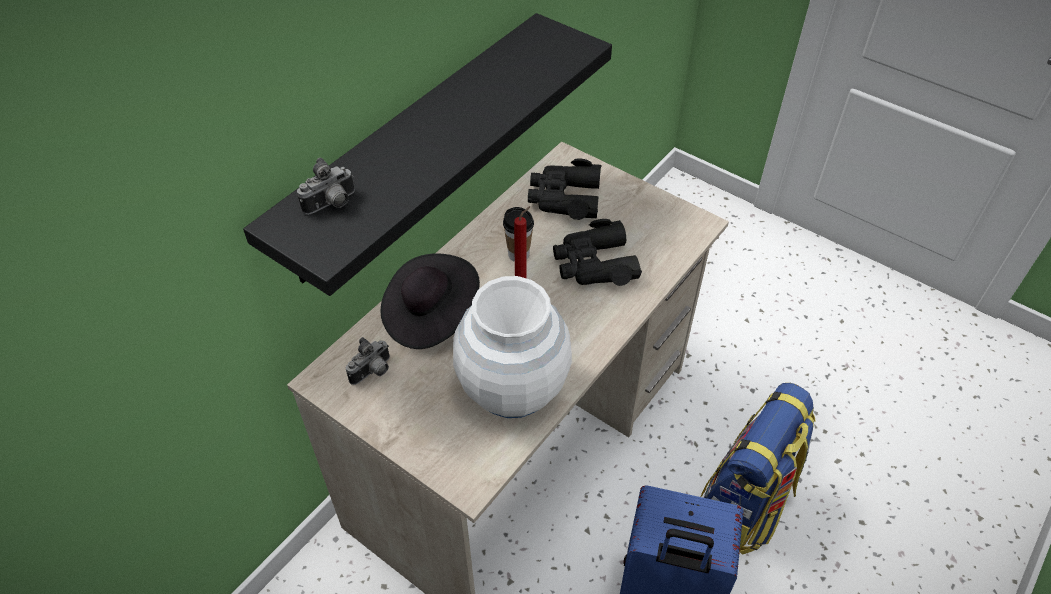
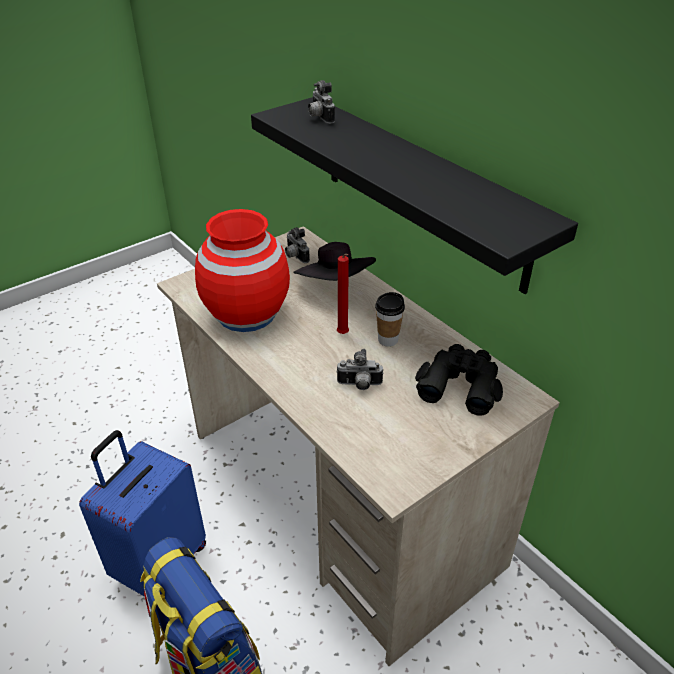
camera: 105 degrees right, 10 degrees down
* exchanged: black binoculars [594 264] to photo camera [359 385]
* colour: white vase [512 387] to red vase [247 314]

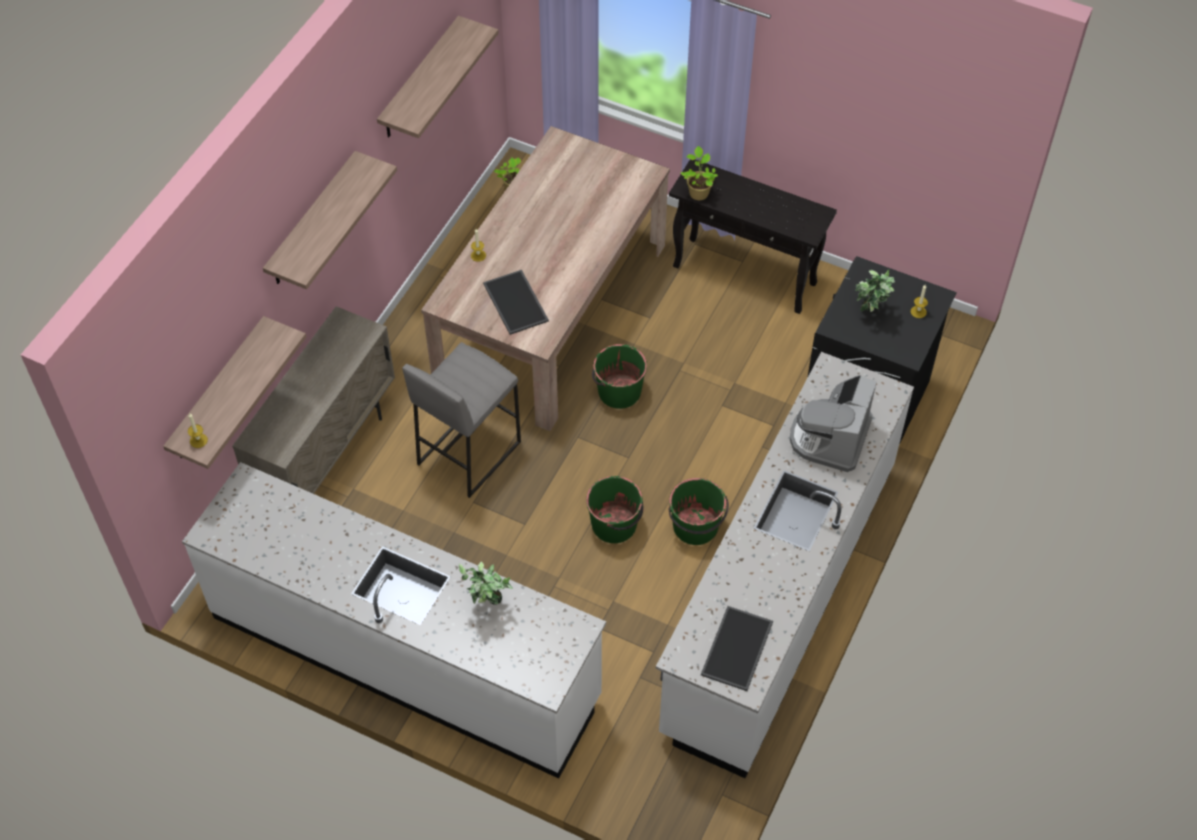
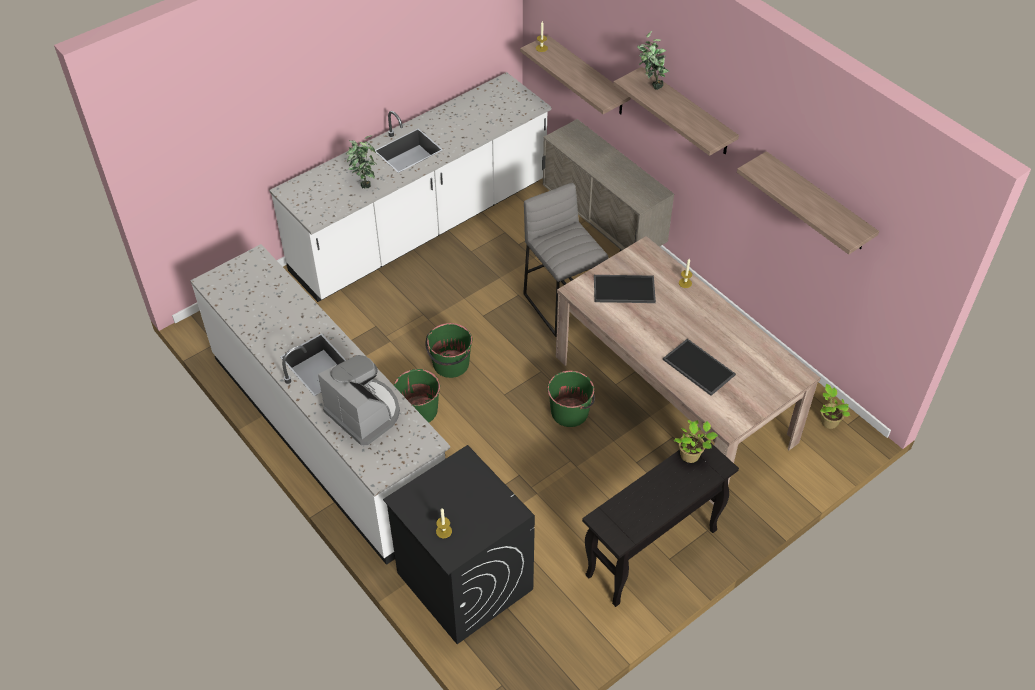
camera: 115 degrees right, 5 degrees down
* relocated: potted plant [870 313] to [650 86]
* relocated: tray [738 649] to [697 367]

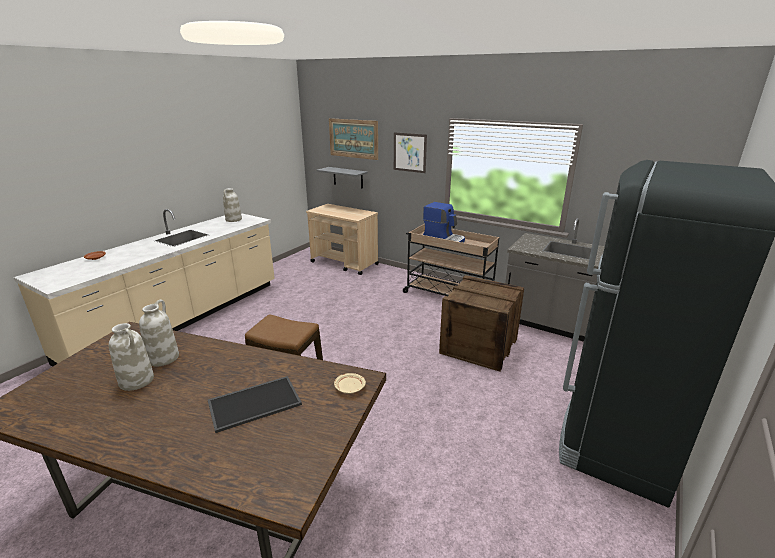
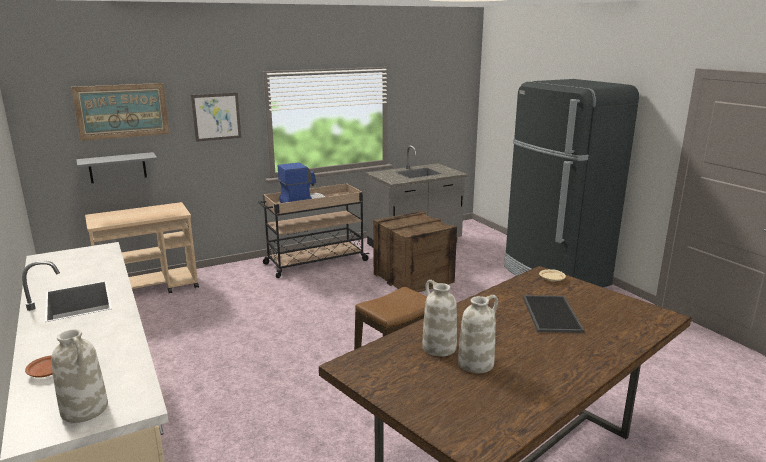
camera: 60 degrees left, 5 degrees down
* relocated: white vase [233 220] to [85 409]

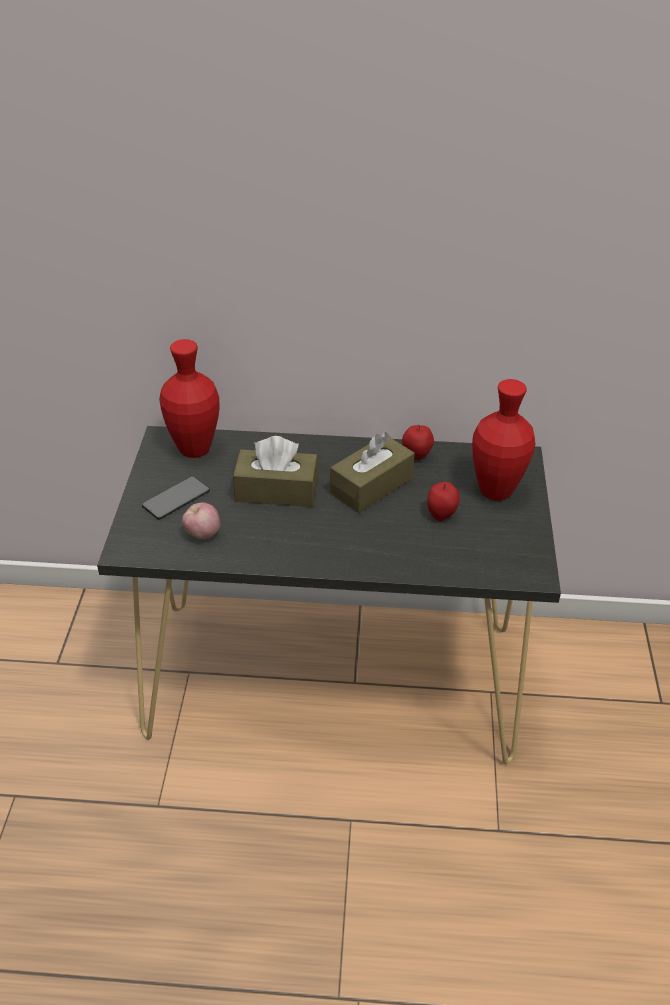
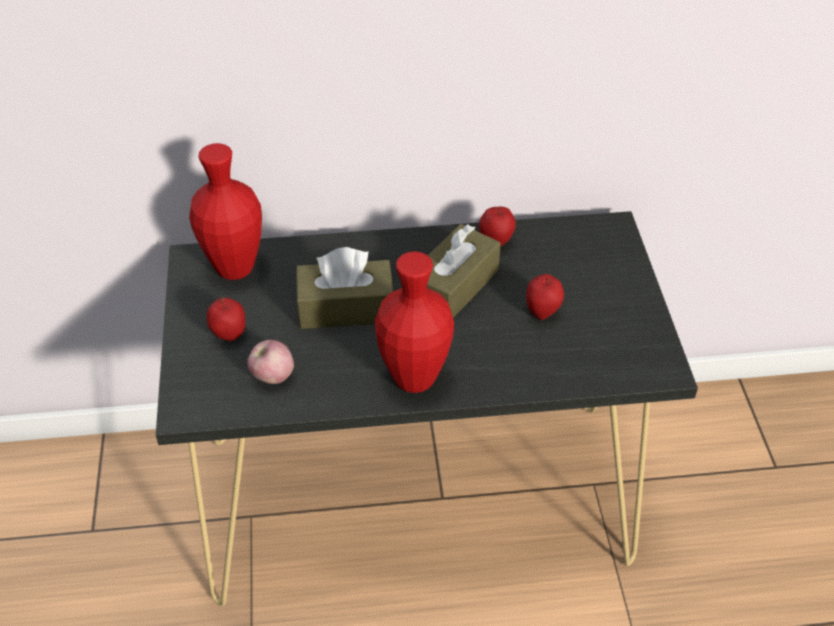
camera: 10 degrees left, 5 degrees up
* relocated: red vase [495 491] to [414 379]
* exchanged: phone [176 499] to apple [229 335]

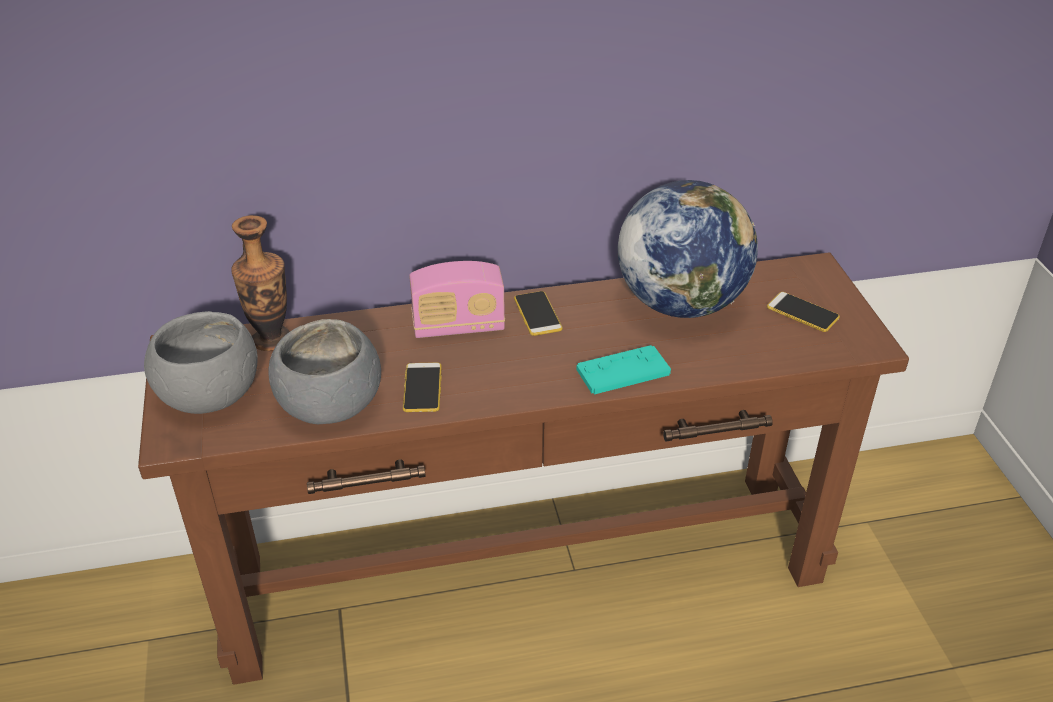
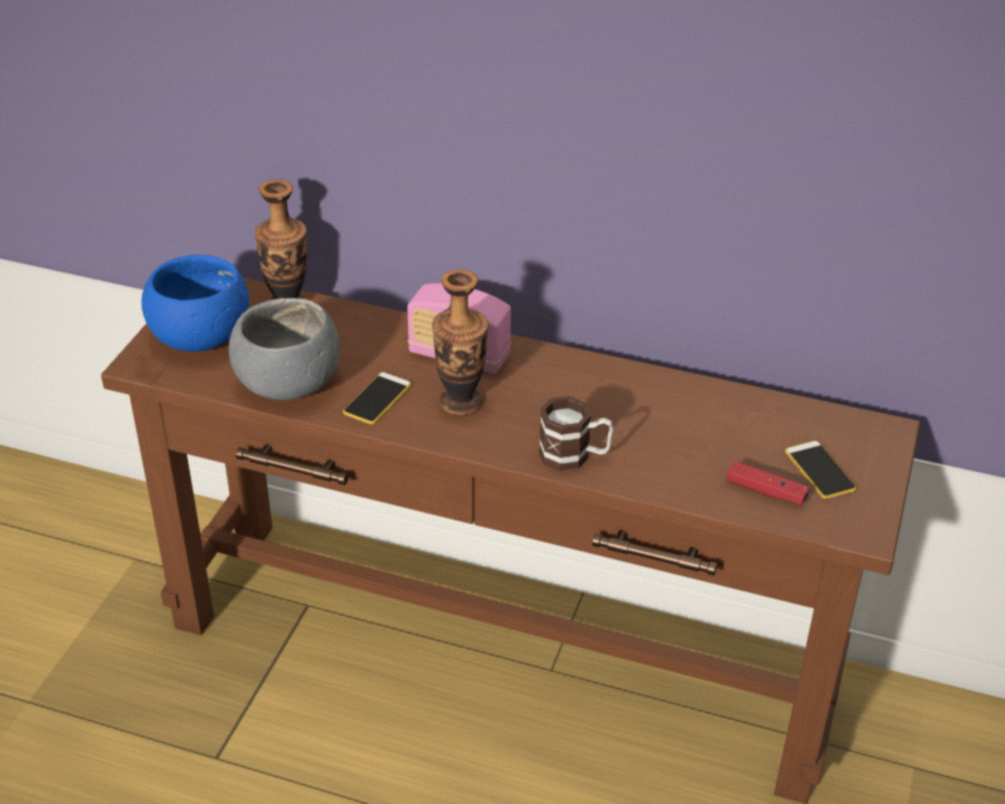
camera: 30 degrees right, 0 degrees up
* missing: globe [680 303]
* missing: phone [537 314]
* colour: grey bowl [209 394] to blue bowl [200 336]
* exchanged: turquoise game controller [623 371] to mug [574 456]
* appeared: vase [461 402]
* appeared: red game controller [766 491]

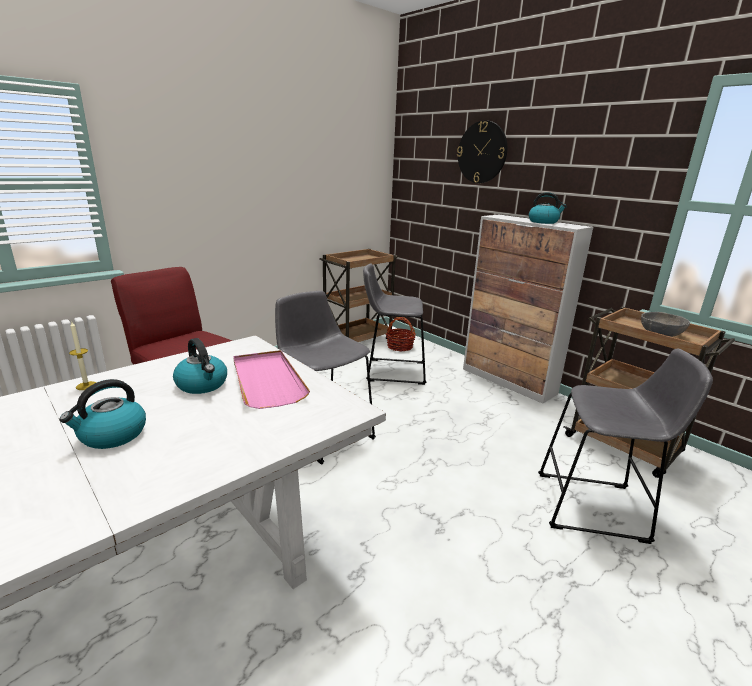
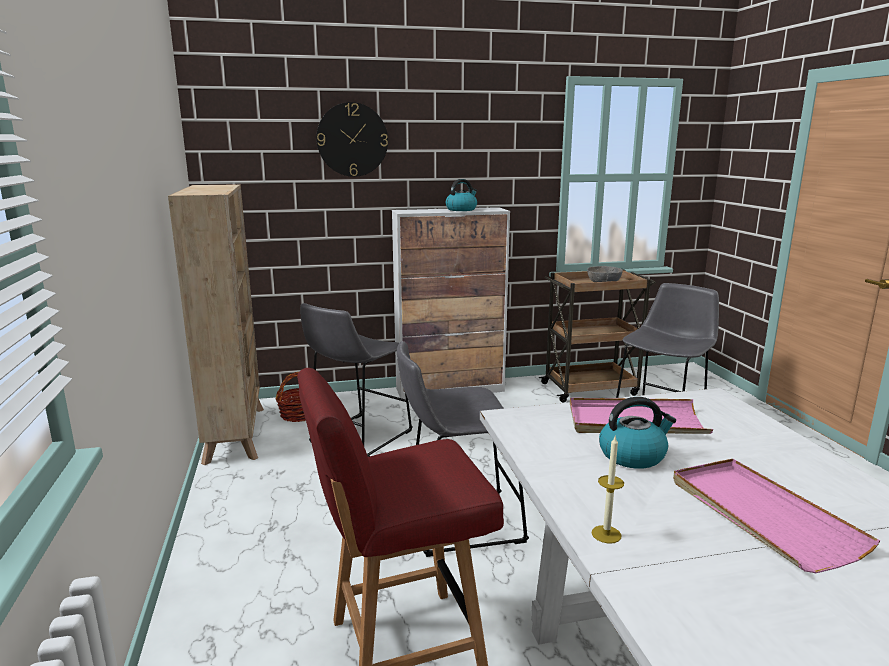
camera: 60 degrees left, 5 degrees down
* exchanged: brown cart [357 339] to beige bookcase [235 434]
* exchanged: kettle [112 435] to pink tray [761 516]

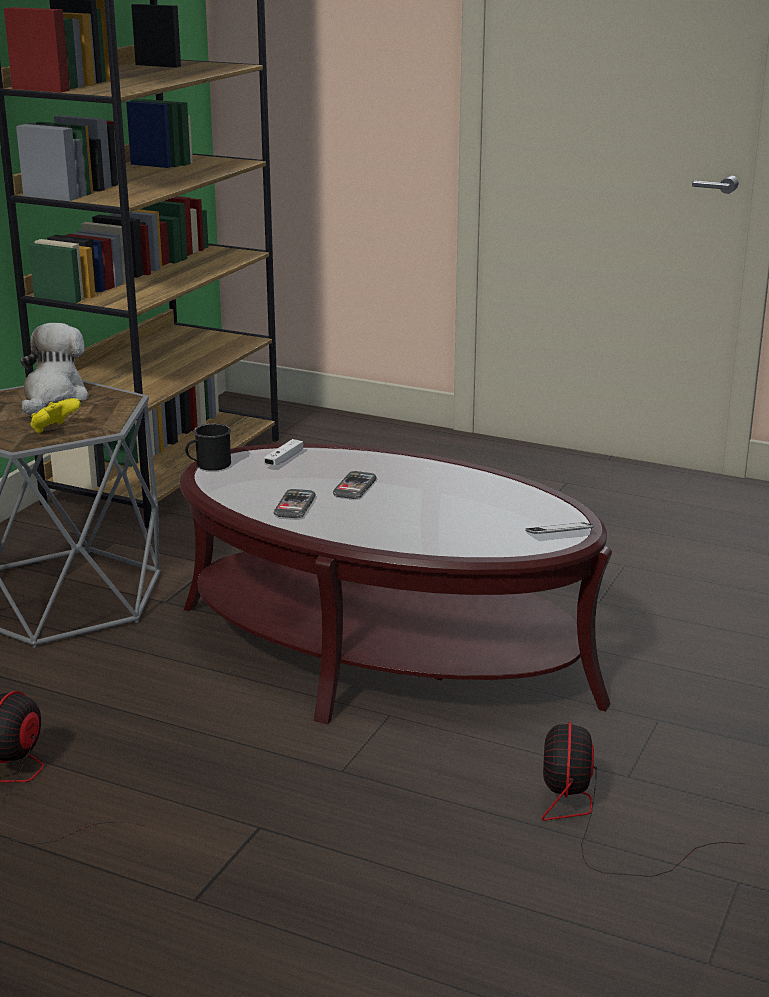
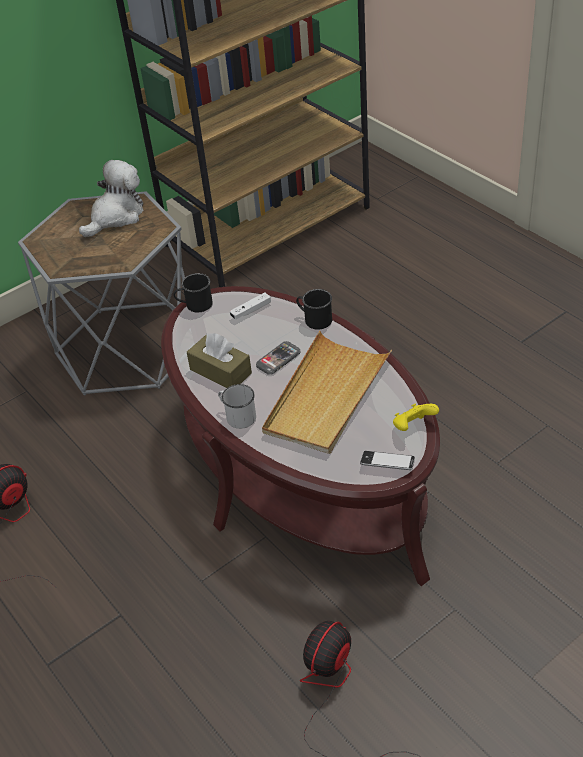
camera: 30 degrees right, 20 degrees up
* relocated: yellow game controller [54 430] to [413 427]
* exchanged: phone [294 506] to brown tissue box [220 371]
* appeared: black mug [314 319]
* appeared: beige tray [326 396]
* appeared: white mug [237 416]

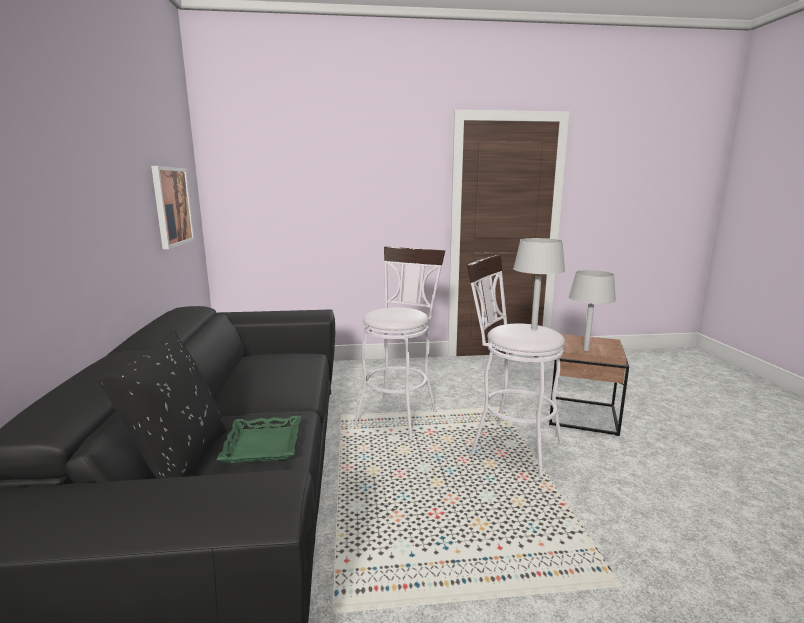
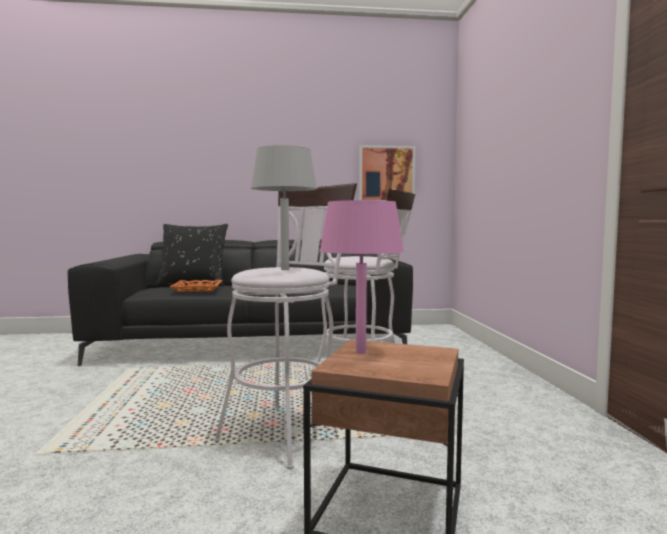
camera: 90 degrees right, 10 degrees down
* colour: grey table lamp [586 349] to pink table lamp [361 352]
* colour: green tray [262 445] to orange tray [197 289]

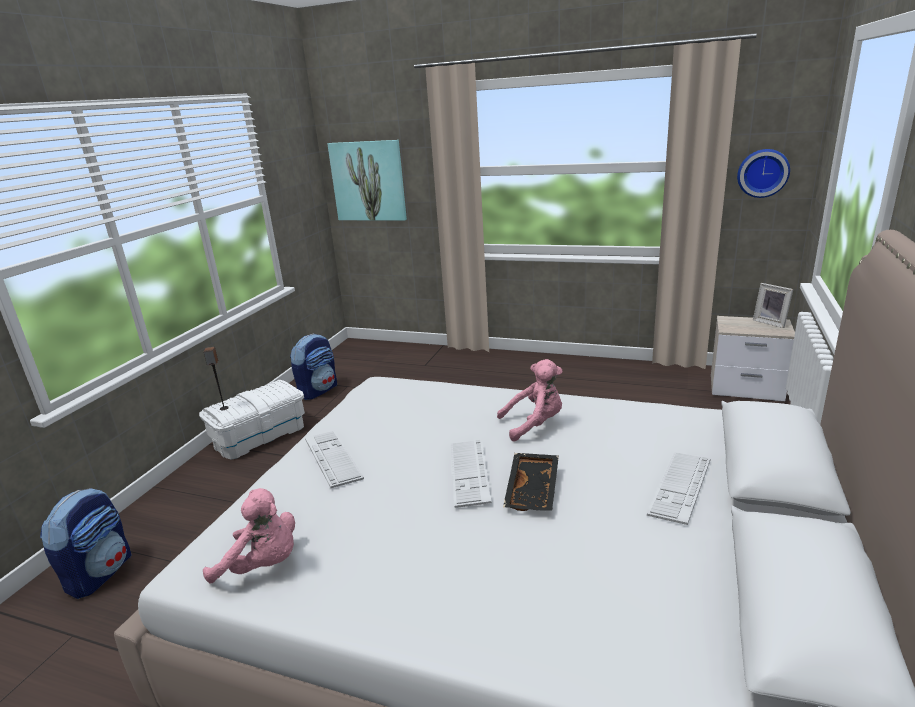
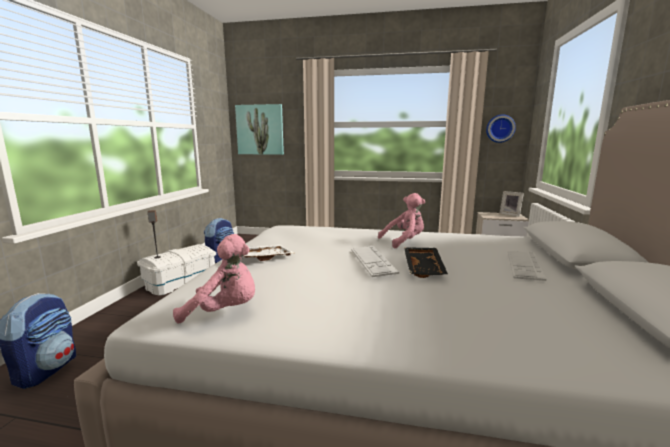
camera: 10 degrees left, 10 degrees down
* exchanged: keyboard [333 458] to white tray [264 257]

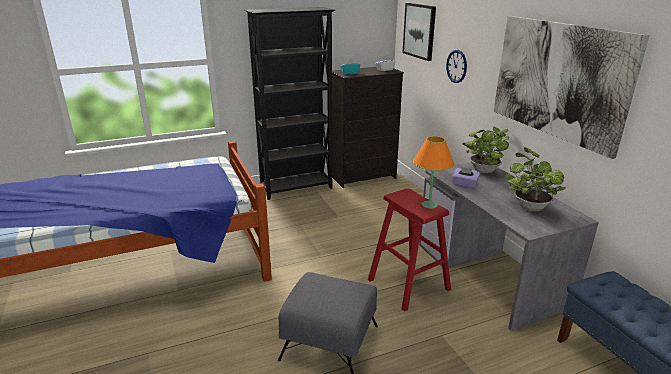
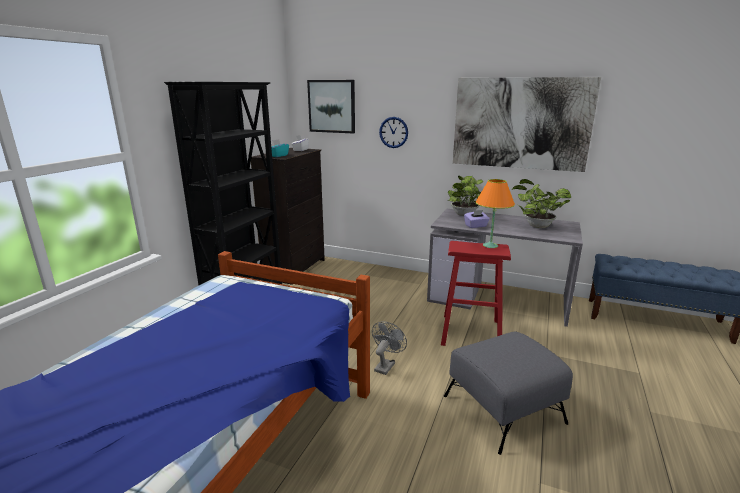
camera: 45 degrees left, 5 degrees down
* appeared: grey fan [386 365]

